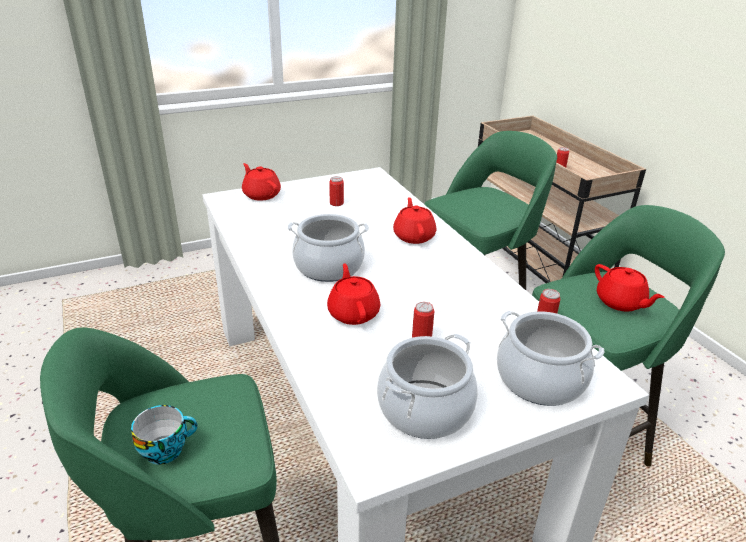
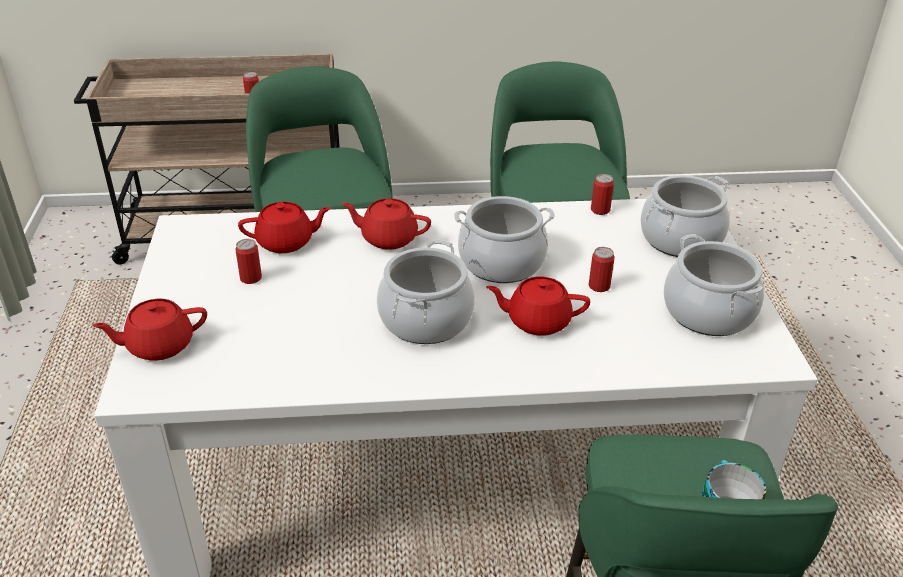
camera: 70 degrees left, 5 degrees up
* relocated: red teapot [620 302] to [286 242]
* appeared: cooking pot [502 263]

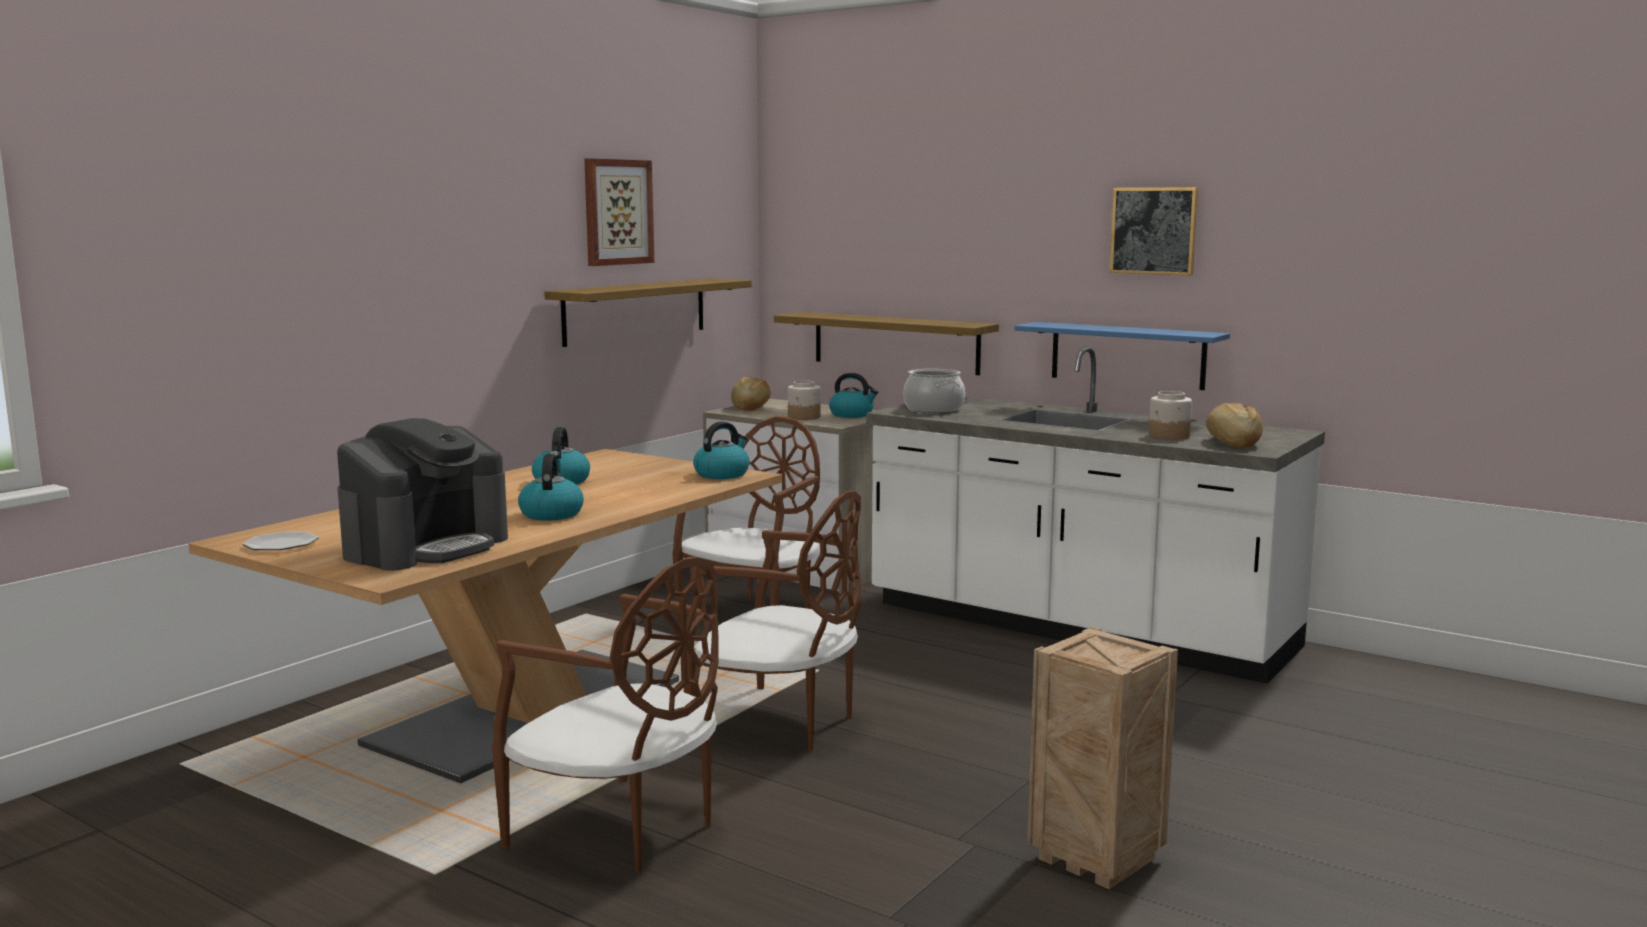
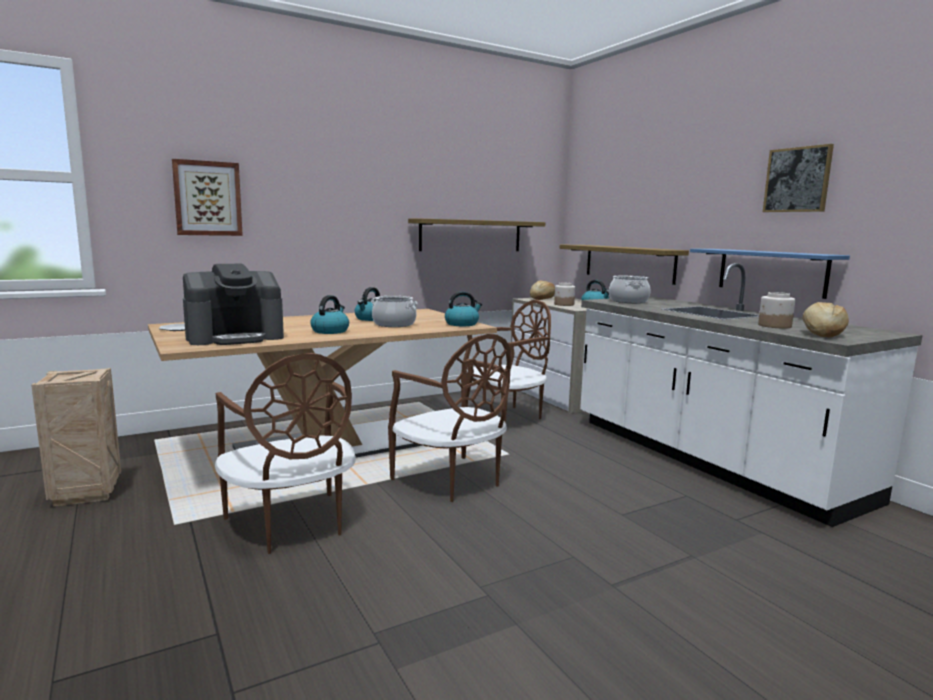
camera: 25 degrees right, 0 degrees up
* relocated: picture [617 212] to [207 198]
* relocated: crate [1093 858] to [85 493]
* appeared: cooking pot [394 324]

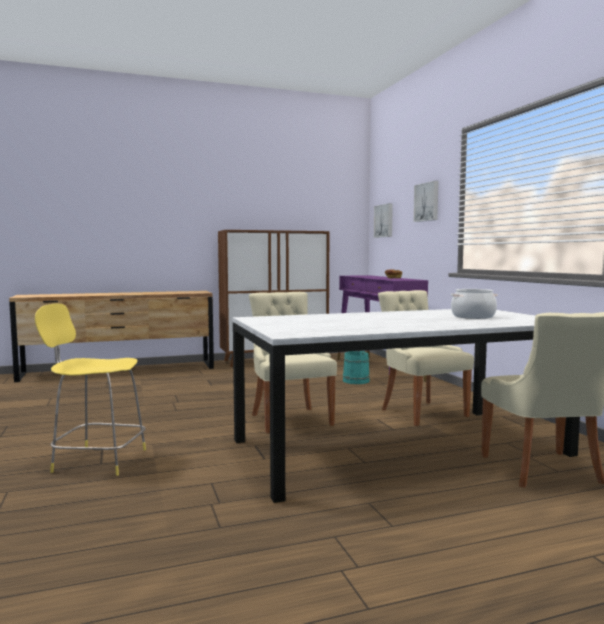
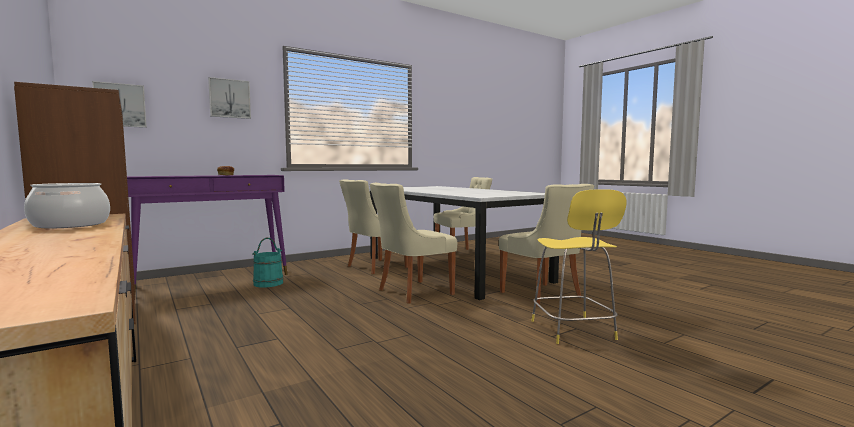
camera: 105 degrees left, 0 degrees up
* relocated: cooking pot [473 317] to [71 225]
* appeared: beige chair [543 295]

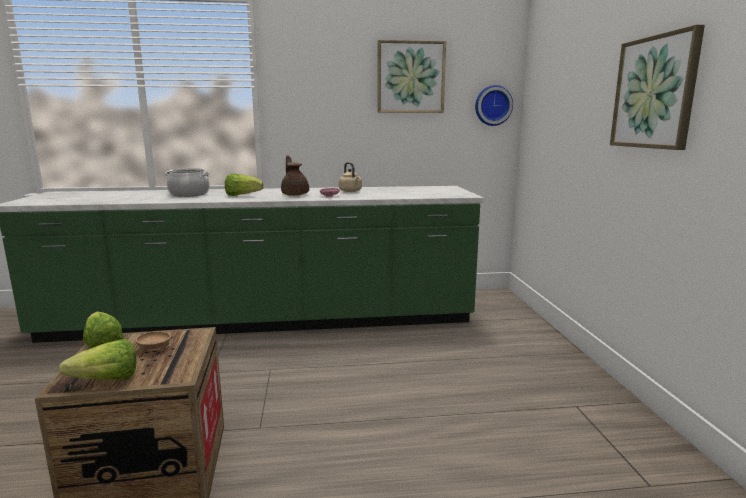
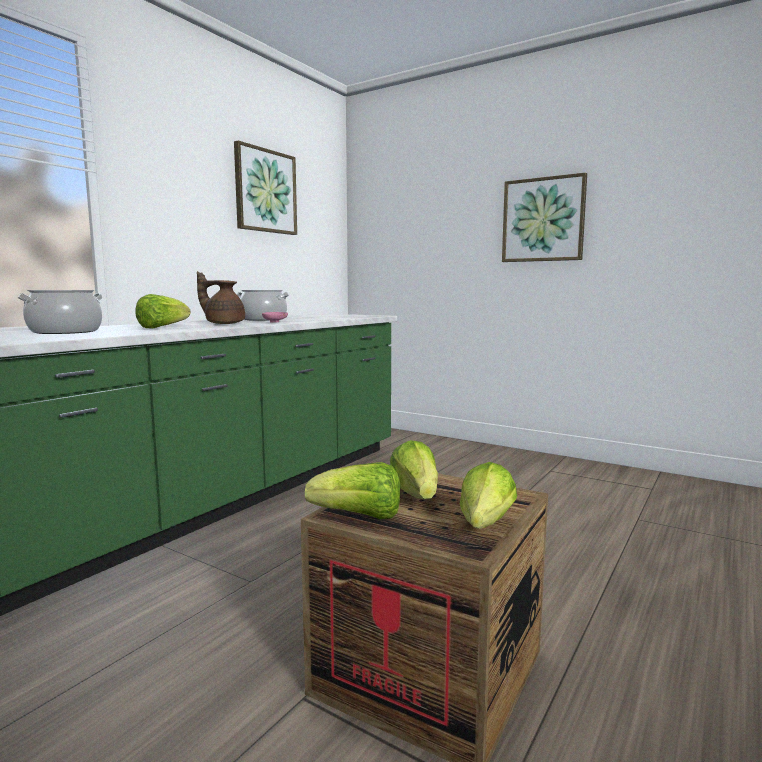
camera: 50 degrees left, 5 degrees down
* missing: wall clock [492 105]
* exchanged: beige kettle [351 191] to cooking pot [263 319]
* exchanged: brown bowl [154 348] to lettuce [416 495]

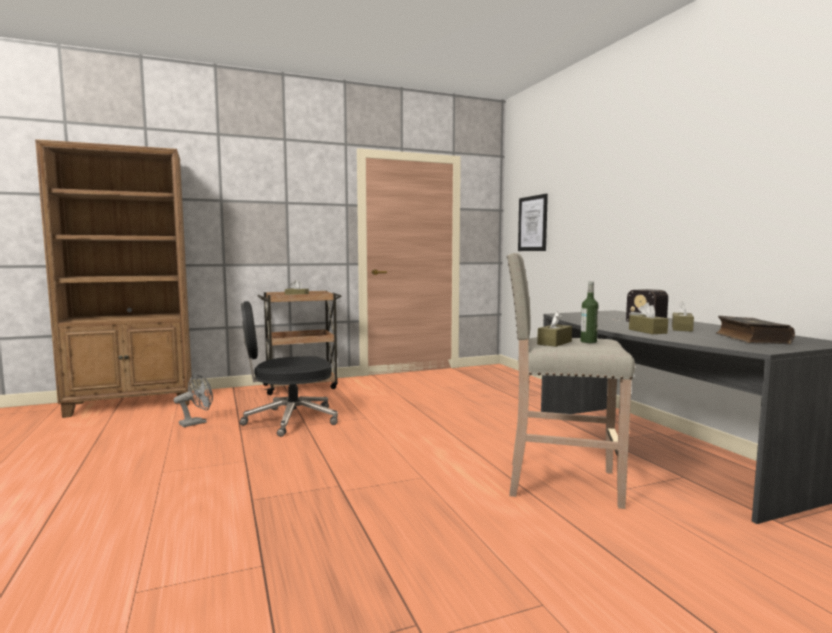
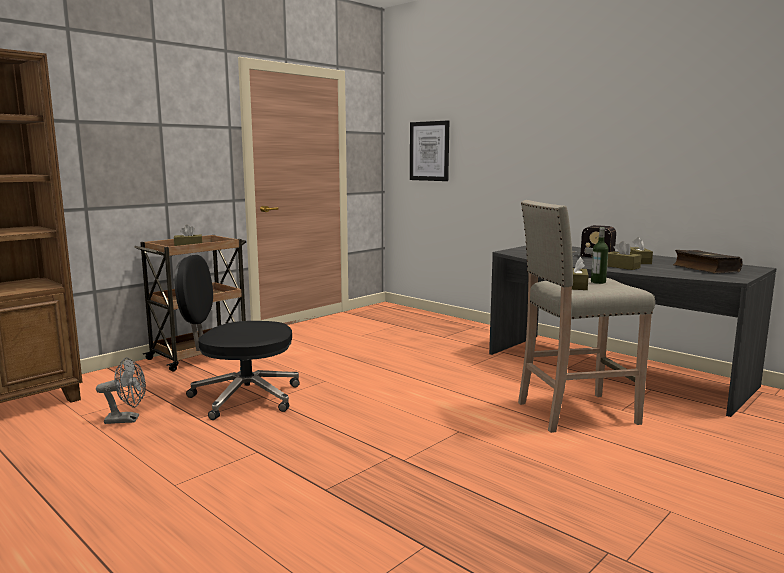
camera: 25 degrees left, 5 degrees up
* spun: black office chair [289 420] = [242 397] 45 degrees clockwise
* spun: grey fan [197 422] = [127 419] 60 degrees clockwise

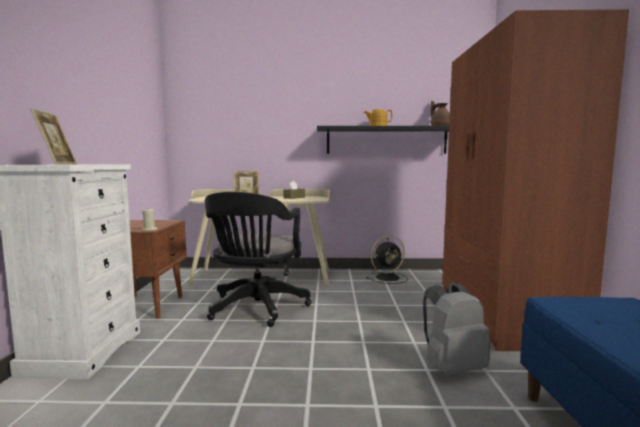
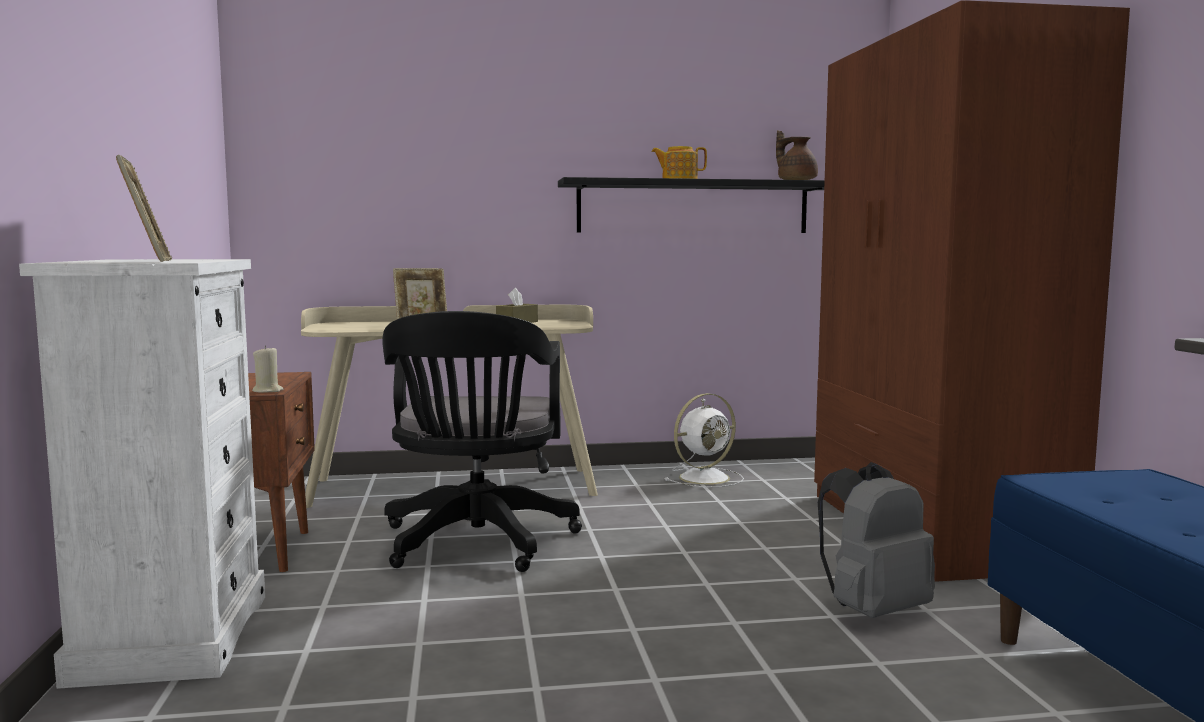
camera: 10 degrees left, 0 degrees up
* colour: black fan [388 278] to white fan [706 477]

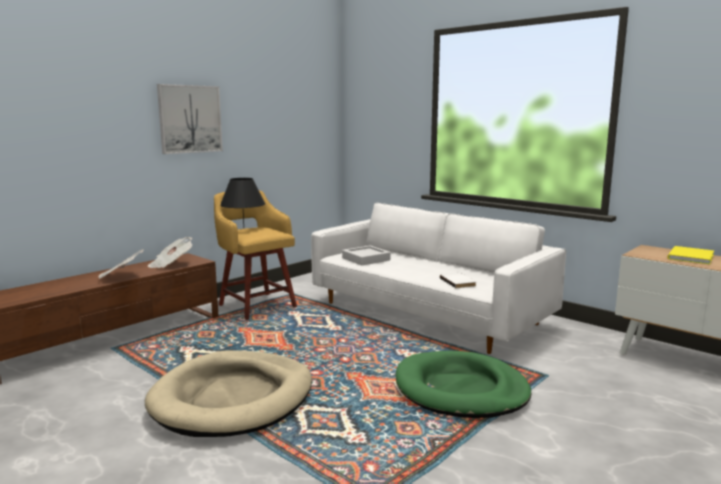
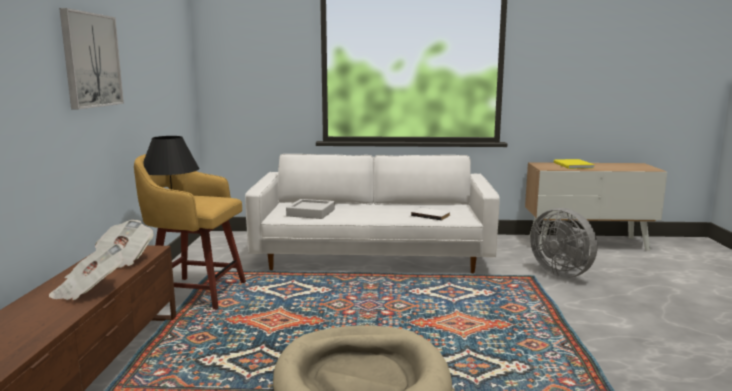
camera: 40 degrees left, 0 degrees up
* missing: green dog bed [460 390]
* appeared: grey fan [562 273]

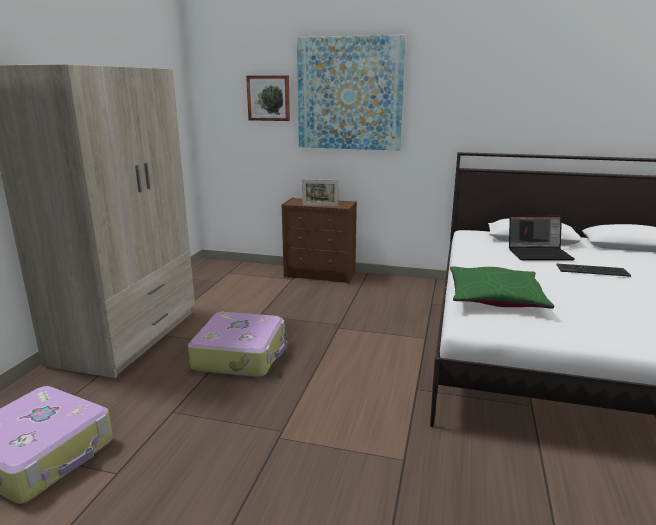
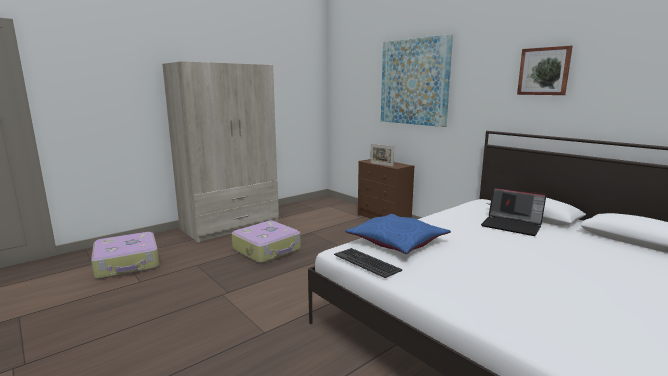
camera: 35 degrees right, 5 degrees down
* relocated: picture [269 98] to [544 71]
* relocated: keyboard [592 270] to [367 262]
* colour: green pillow [495 298] to blue pillow [397 242]

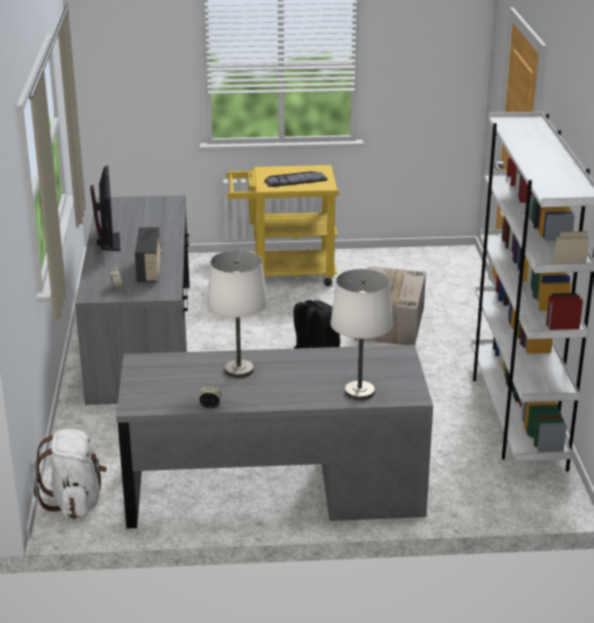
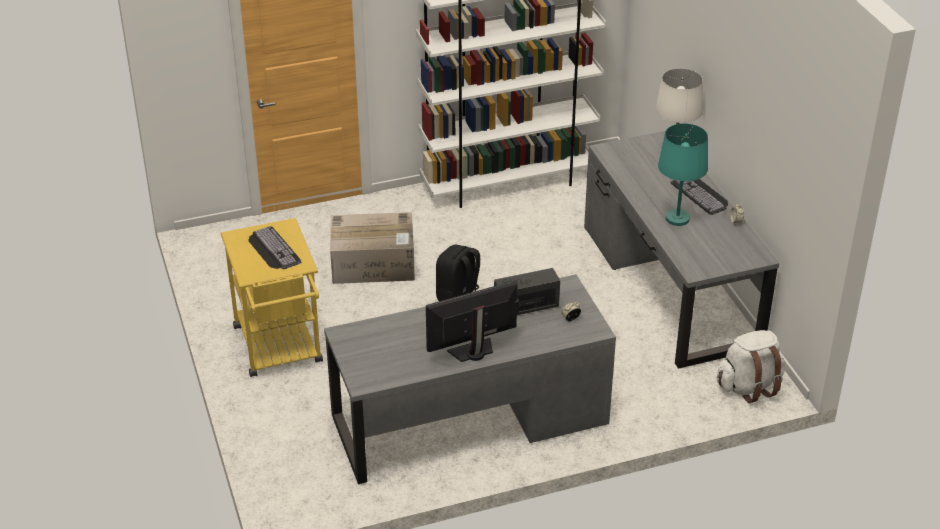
camera: 105 degrees left, 10 degrees up
* colour: white table lamp [239 370] to turquoise table lamp [677 218]
* appeared: keyboard [701 194]

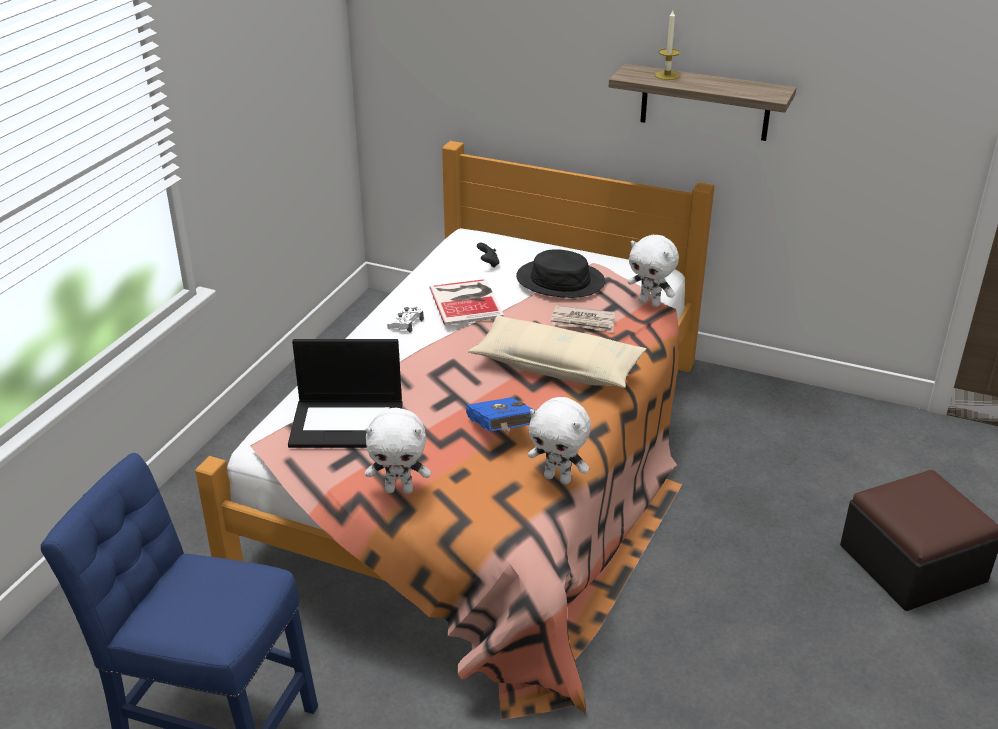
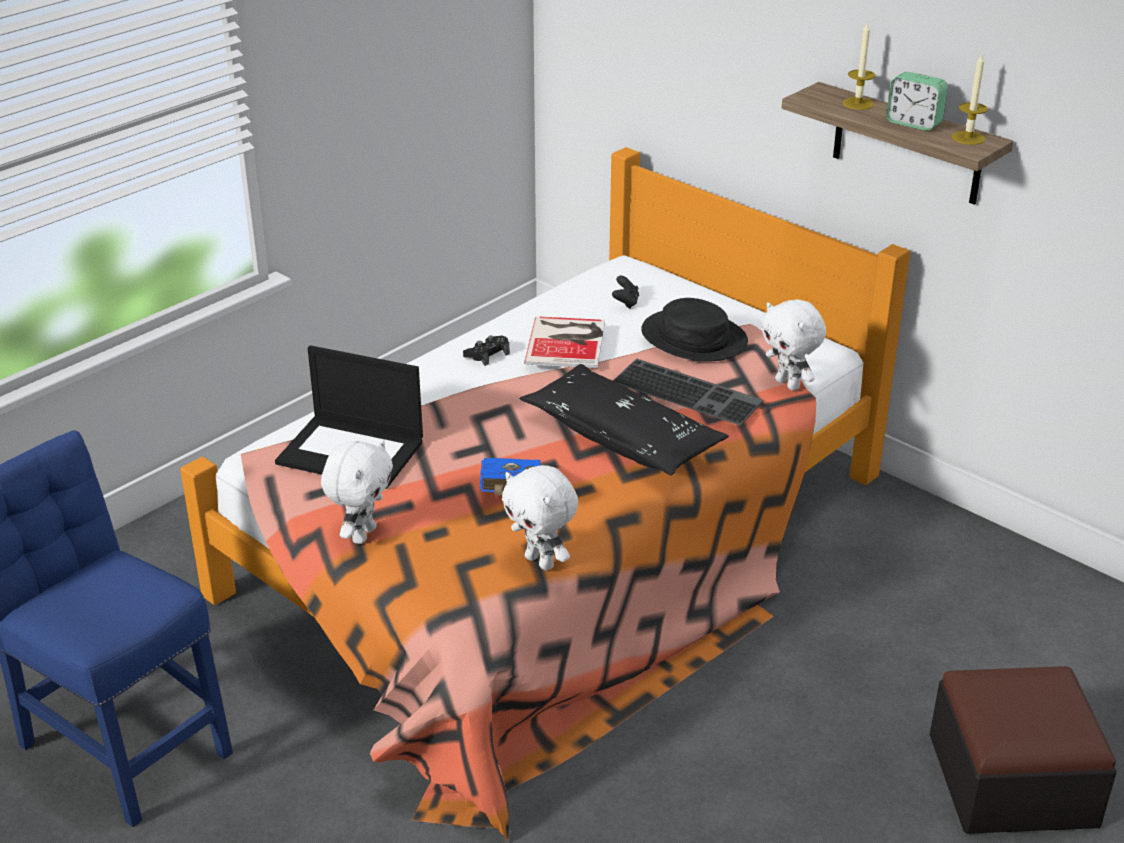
camera: 20 degrees right, 0 degrees up
* exchanged: newspaper [583 322] to keyboard [689 391]
* colour: white game controller [406 323] to black game controller [487 355]
* colour: beige pillow [557 366] to black pillow [622 436]
* spun: white plush toy [399 489] = [362 534] 90 degrees counterclockwise
* appeared: candle [968 138]
* appeared: alarm clock [913 123]

